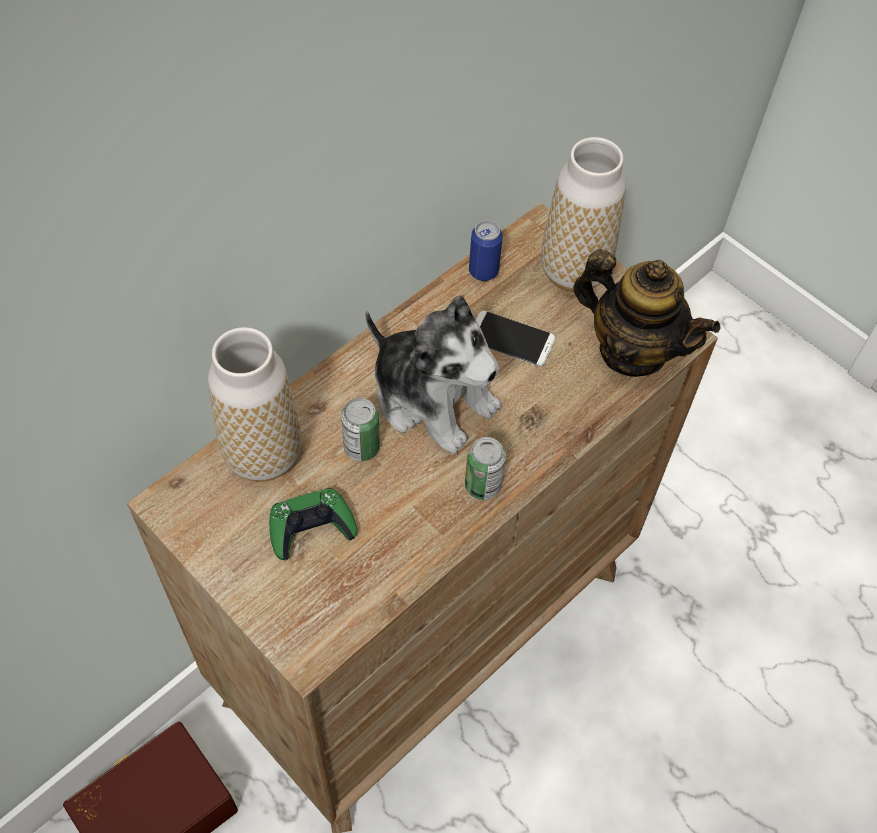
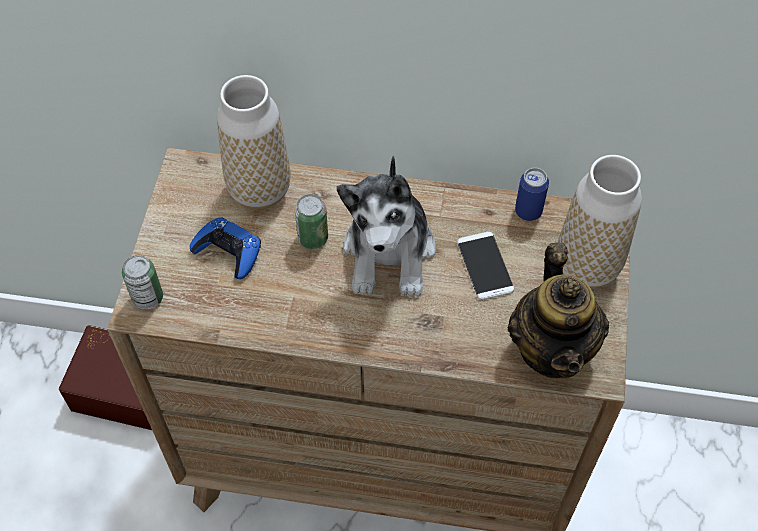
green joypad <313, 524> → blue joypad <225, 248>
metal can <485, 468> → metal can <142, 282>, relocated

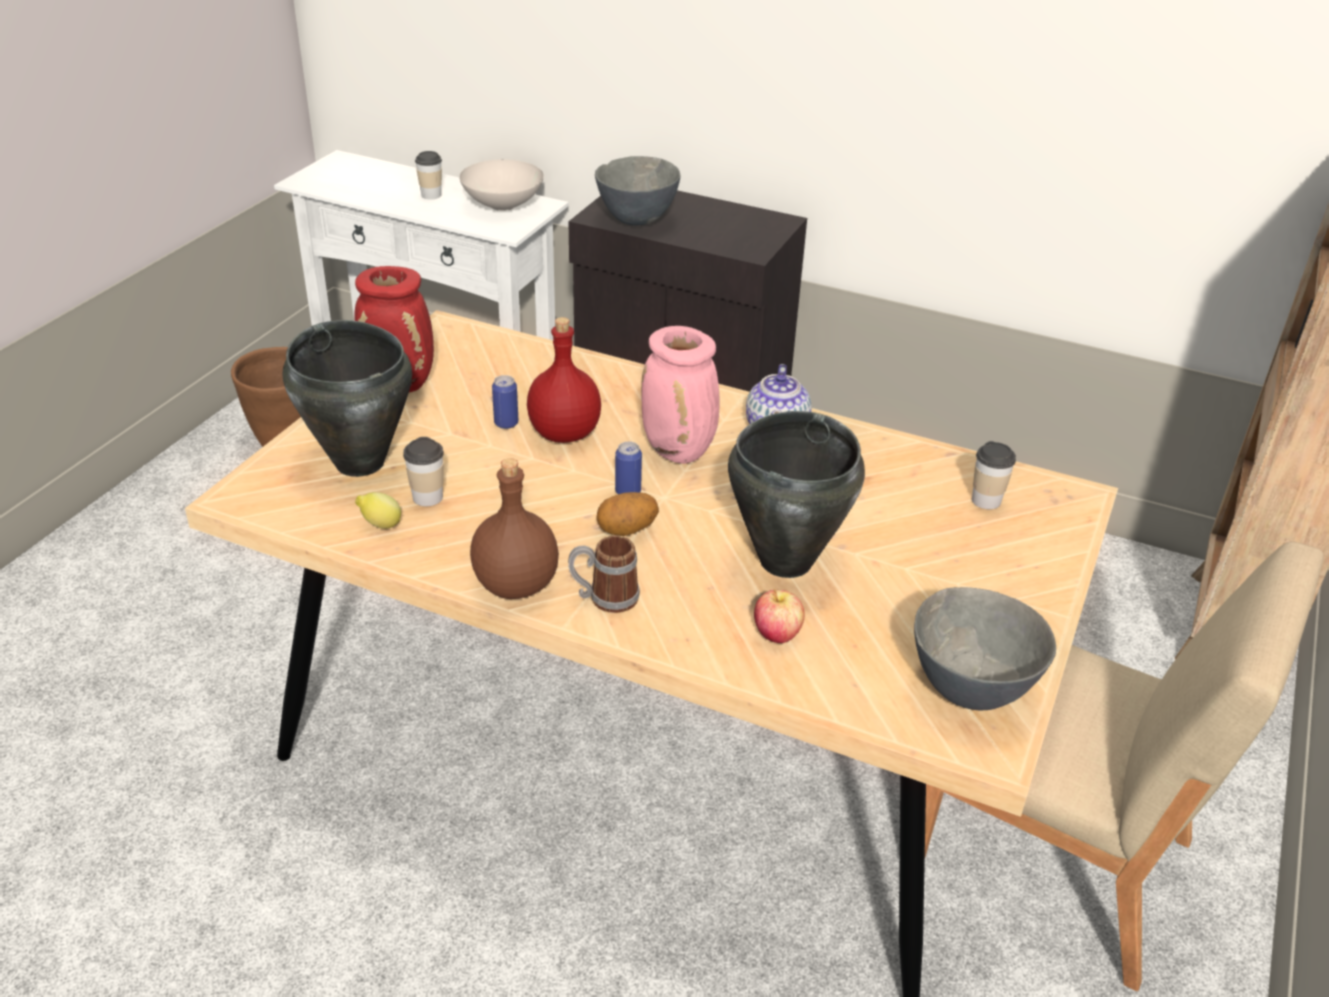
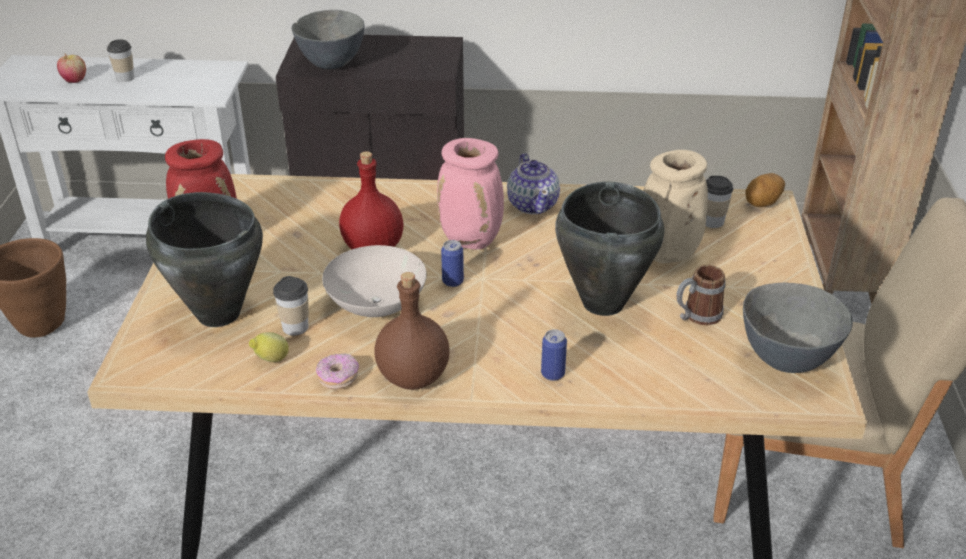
white bowl <501, 185> → white bowl <374, 281>, relocated
metal can <505, 402> → metal can <554, 355>, relocated
mug <604, 574> → mug <701, 295>, relocated
spud <627, 514> → spud <765, 190>, relocated
whole apple <779, 616> → whole apple <71, 68>, relocated
- → doughnut <337, 371>
- → beige flower vase <675, 207>

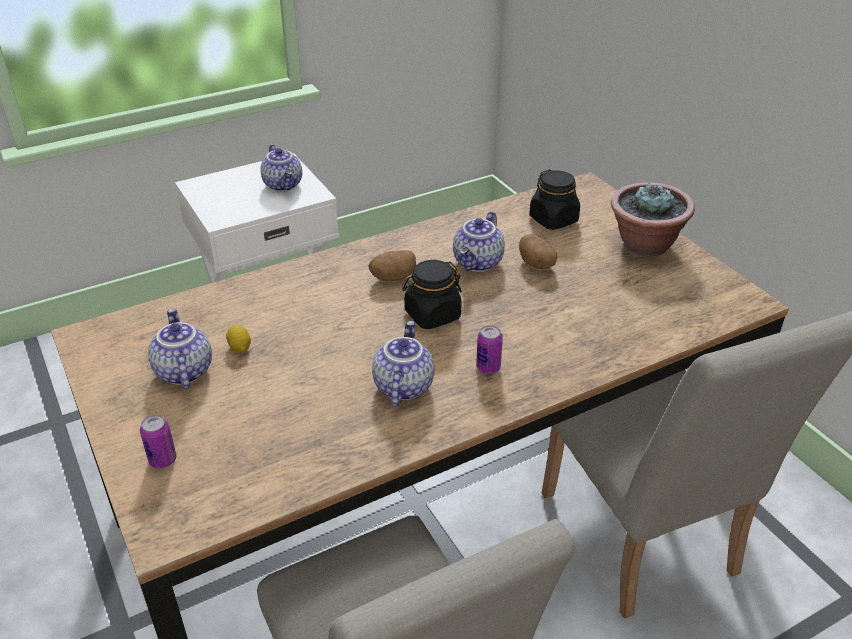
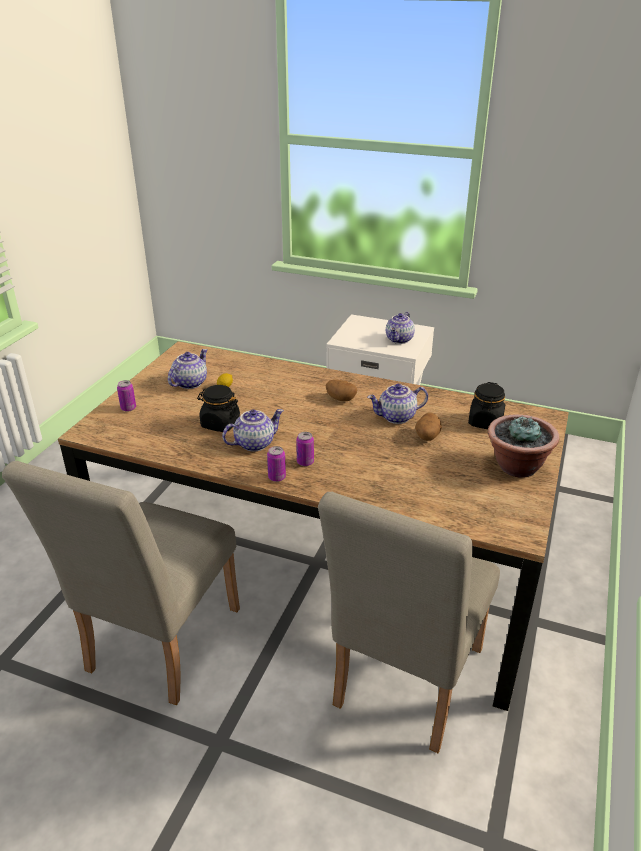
black-coloured storage jar <432, 294> → black-coloured storage jar <218, 408>, relocated
- → metal can <276, 464>

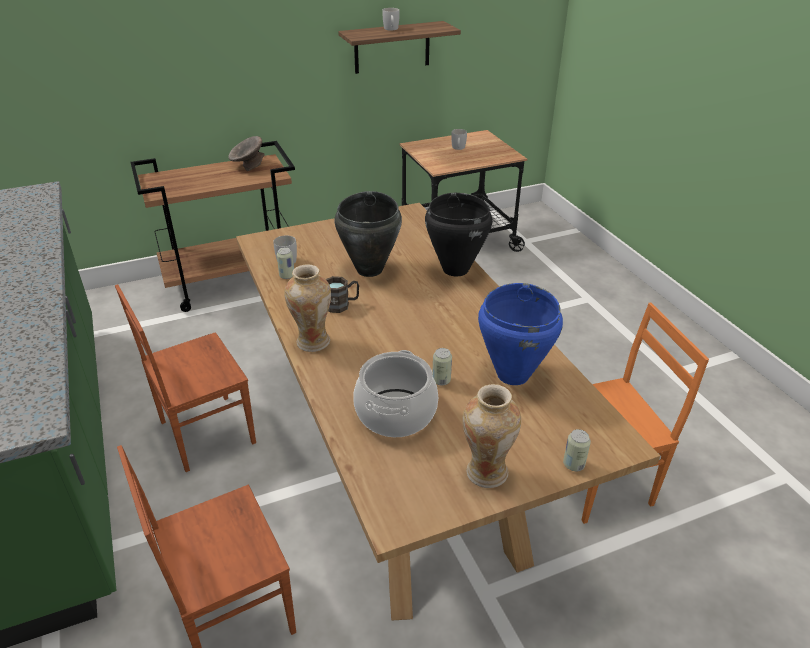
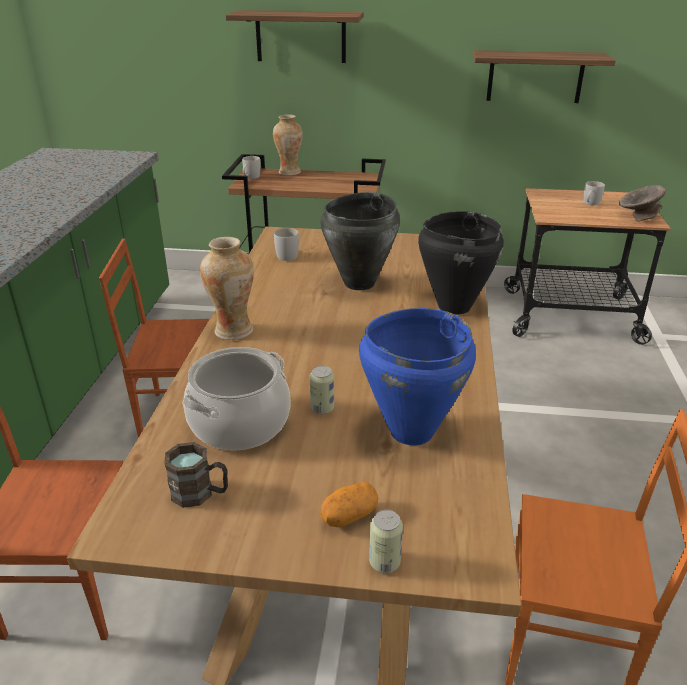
gray bowl <246, 153> → gray bowl <642, 203>, relocated
metal can <285, 263> → -
brownish mug <342, 294> → brownish mug <196, 475>, relocated
white mug <391, 19> → white mug <251, 167>, relocated
flower vase <492, 436> → flower vase <288, 144>, relocated
- → shelf <295, 36>
- → spud <349, 504>

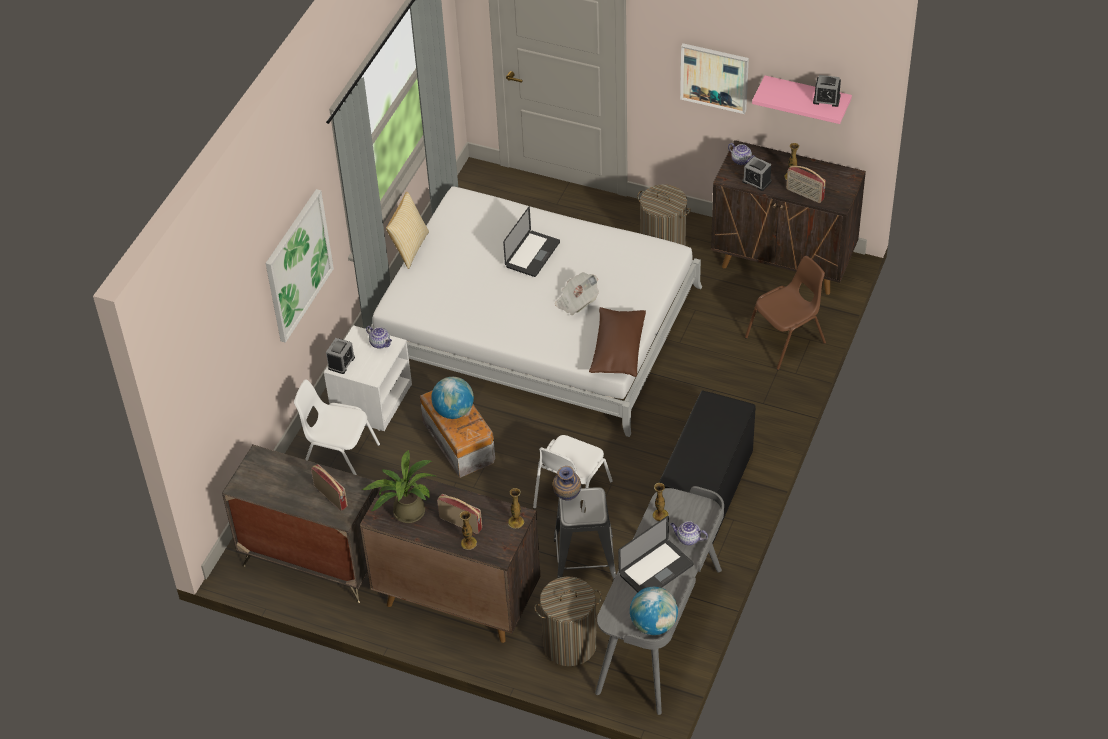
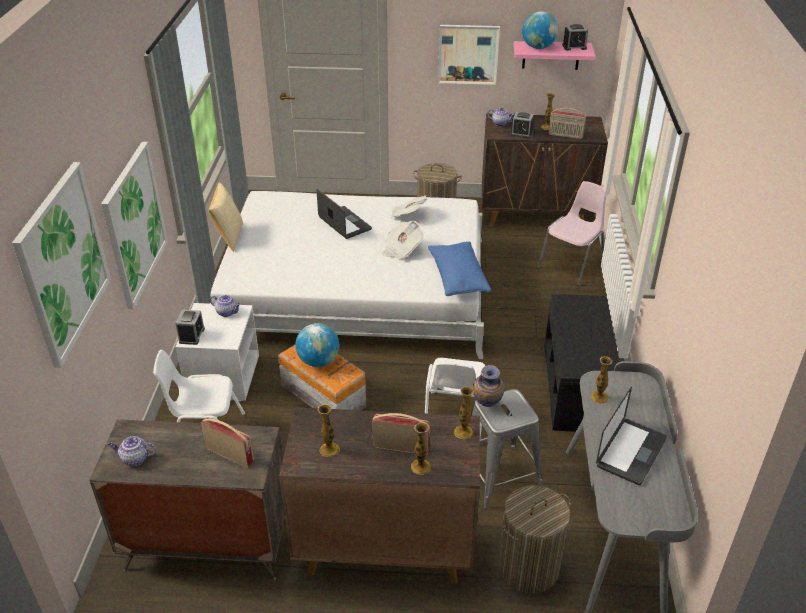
houseplant <398, 486> → flower vase <328, 430>
portable computer <531, 241> → portable computer <344, 214>, 45 degrees counterclockwise
brownish pillow <617, 342> → blue pillow <459, 269>
desk globe <654, 611> → desk globe <540, 30>, relocated
tea pot <689, 533> → tea pot <132, 451>, relocated
brownish chair <785, 313> → pinkish chair <571, 233>
- → wall picture <61, 265>
- → newspaper <409, 207>

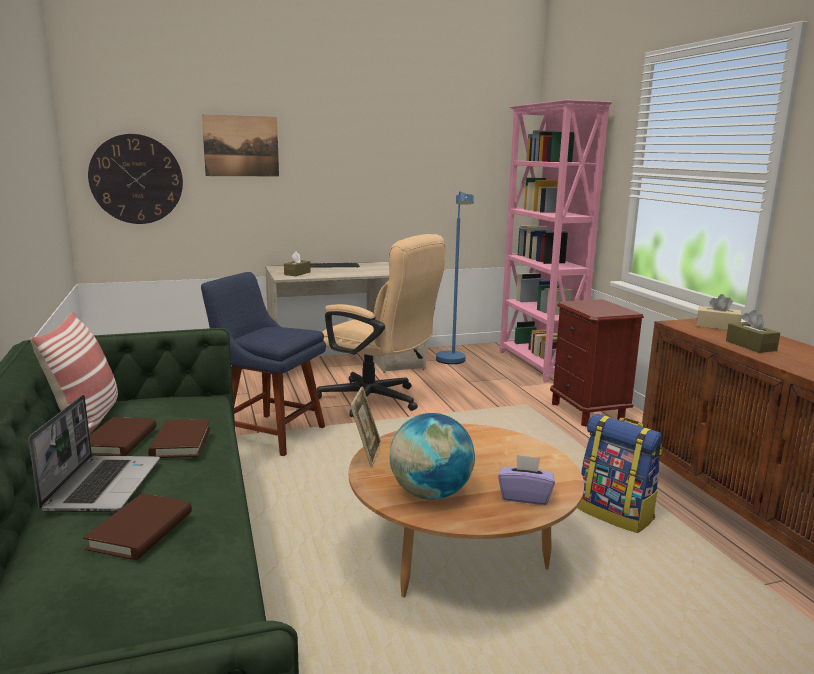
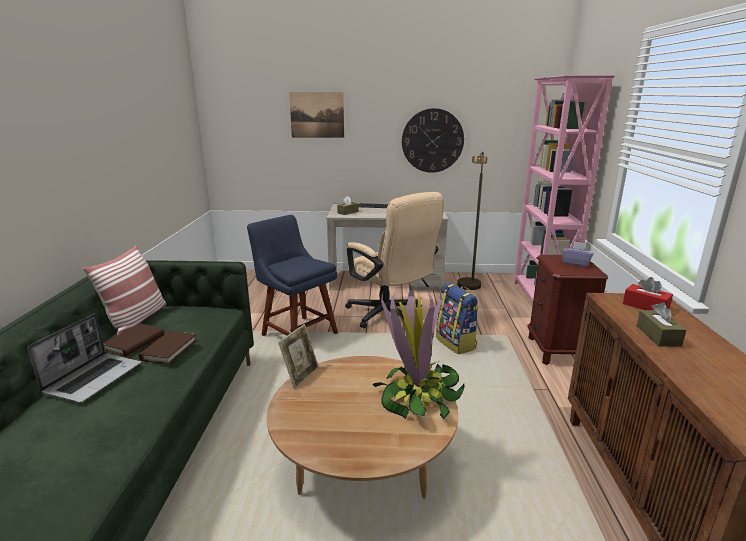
brownish volume <137, 526> → -
wall clock <135, 179> → wall clock <433, 140>, relocated
desk globe <432, 456> → -
blue floor lamp <455, 277> → brownish floor lamp <472, 221>
purple-coloured tissue box <526, 480> → purple-coloured tissue box <578, 254>, relocated
rucksack <620, 473> → rucksack <457, 318>, relocated
beige tissue box <719, 312> → red tissue box <648, 293>
- → houseplant <418, 352>

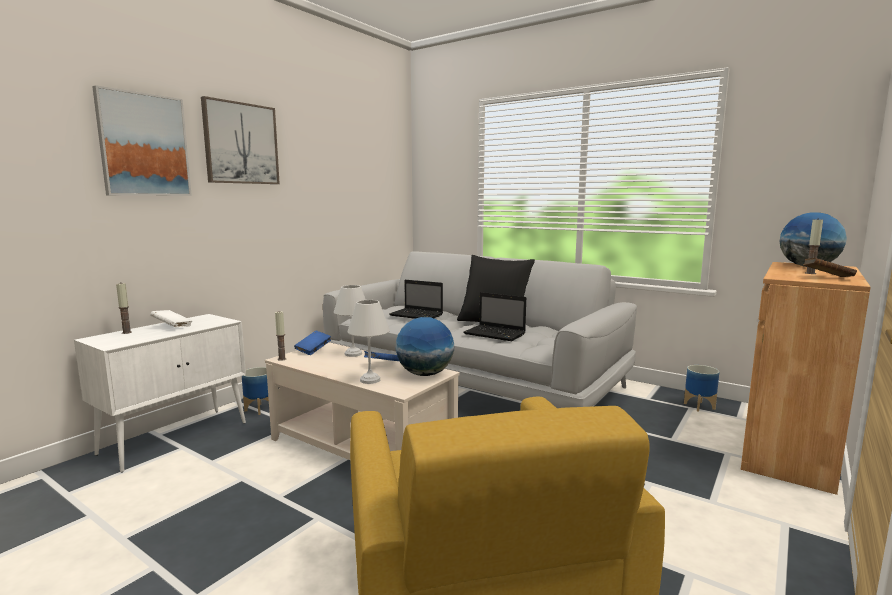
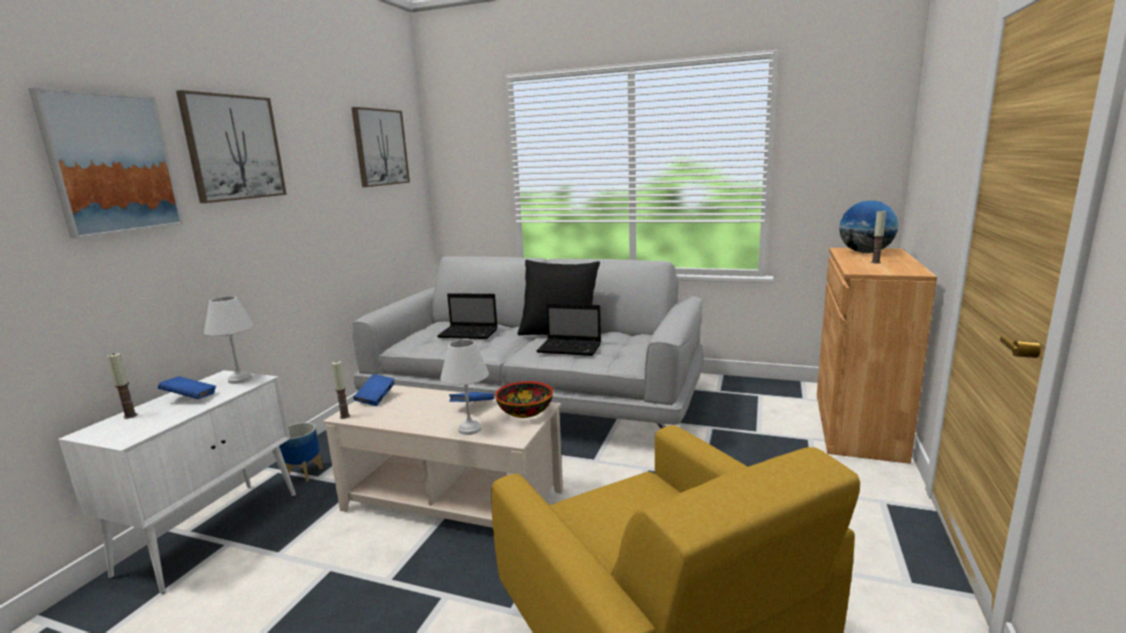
white volume <171, 318> → blue volume <187, 387>
white lamp for a table <350, 321> → white lamp for a table <229, 340>, relocated
desk globe <424, 346> → bowl <524, 399>
flower pot <701, 388> → -
brownish volume <830, 267> → -
- → wall picture <380, 147>

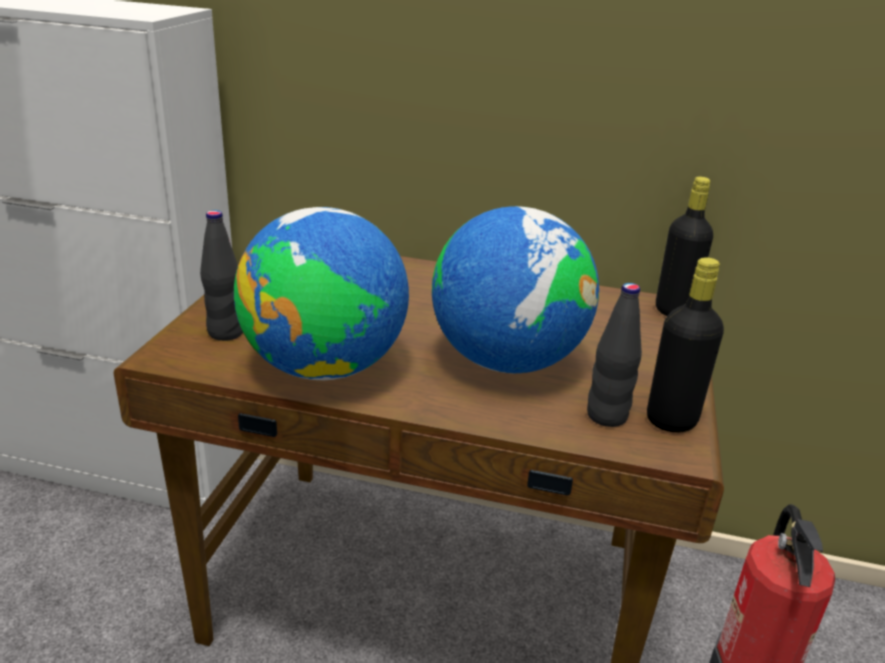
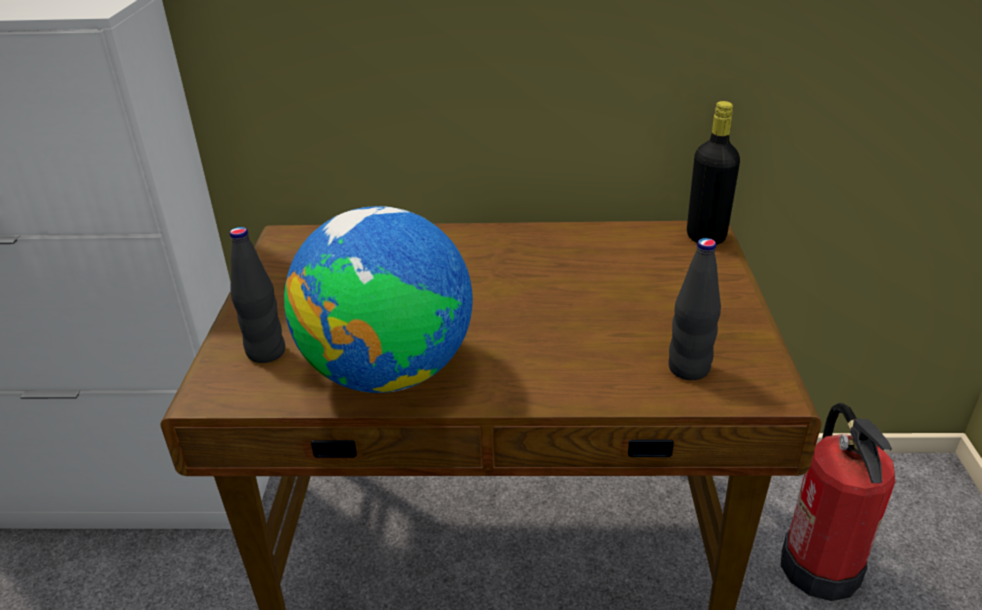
desk globe <515, 289> → -
black-coloured bottle <685, 344> → -

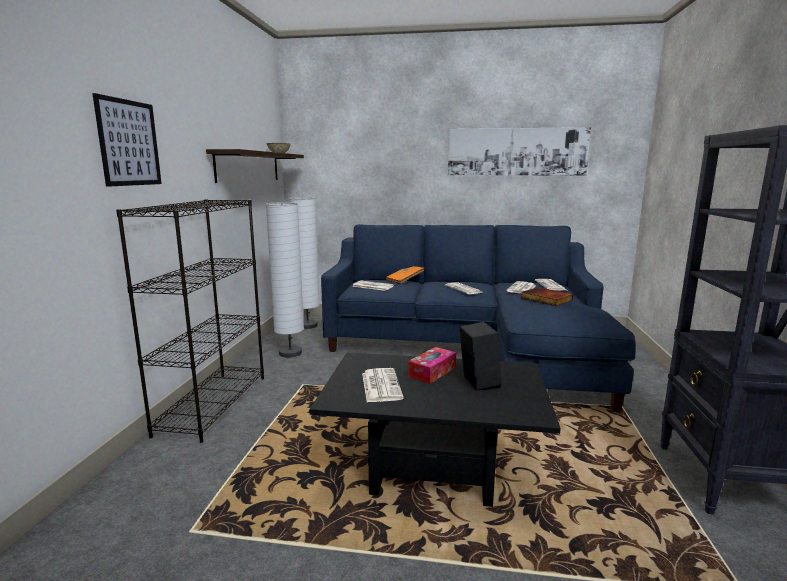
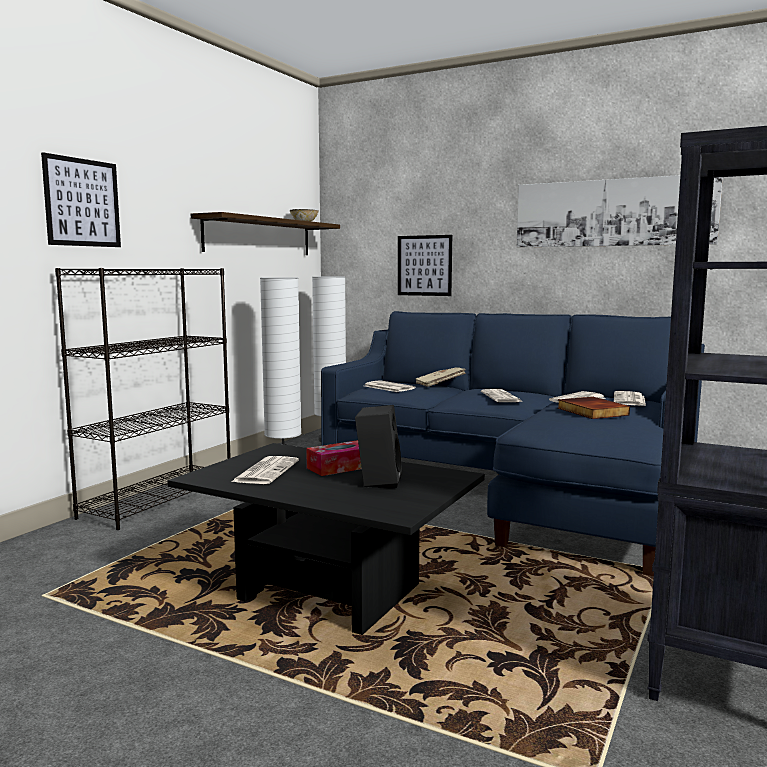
orangey volume <405, 275> → beige volume <441, 377>
- → wall picture <425, 265>

